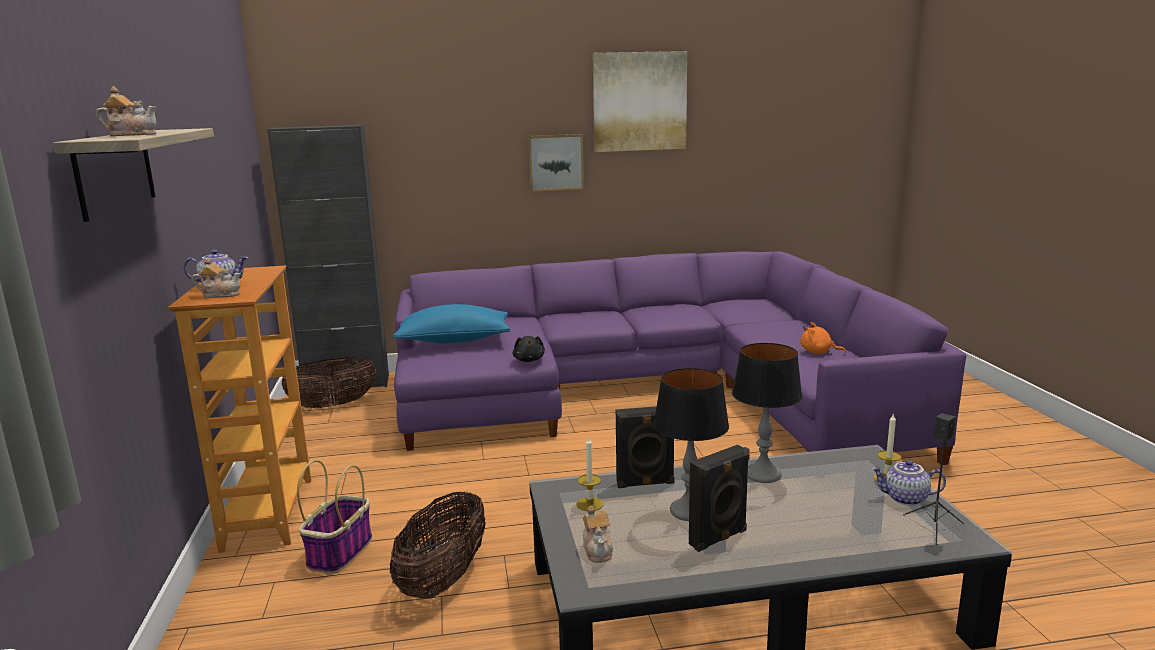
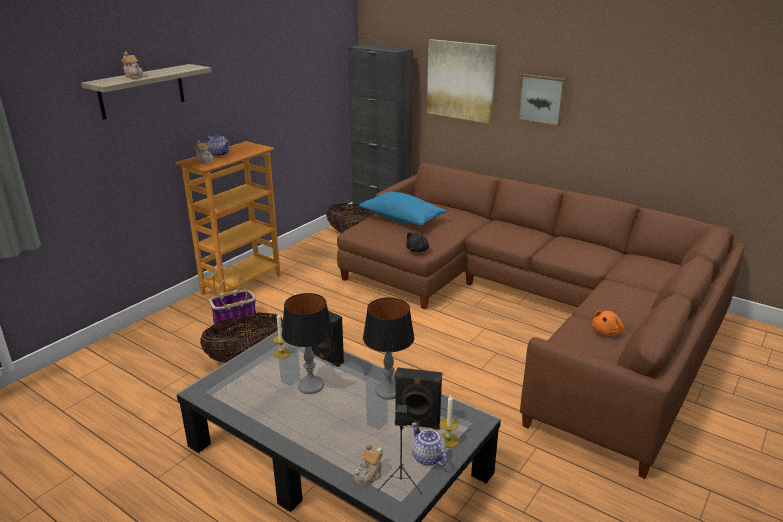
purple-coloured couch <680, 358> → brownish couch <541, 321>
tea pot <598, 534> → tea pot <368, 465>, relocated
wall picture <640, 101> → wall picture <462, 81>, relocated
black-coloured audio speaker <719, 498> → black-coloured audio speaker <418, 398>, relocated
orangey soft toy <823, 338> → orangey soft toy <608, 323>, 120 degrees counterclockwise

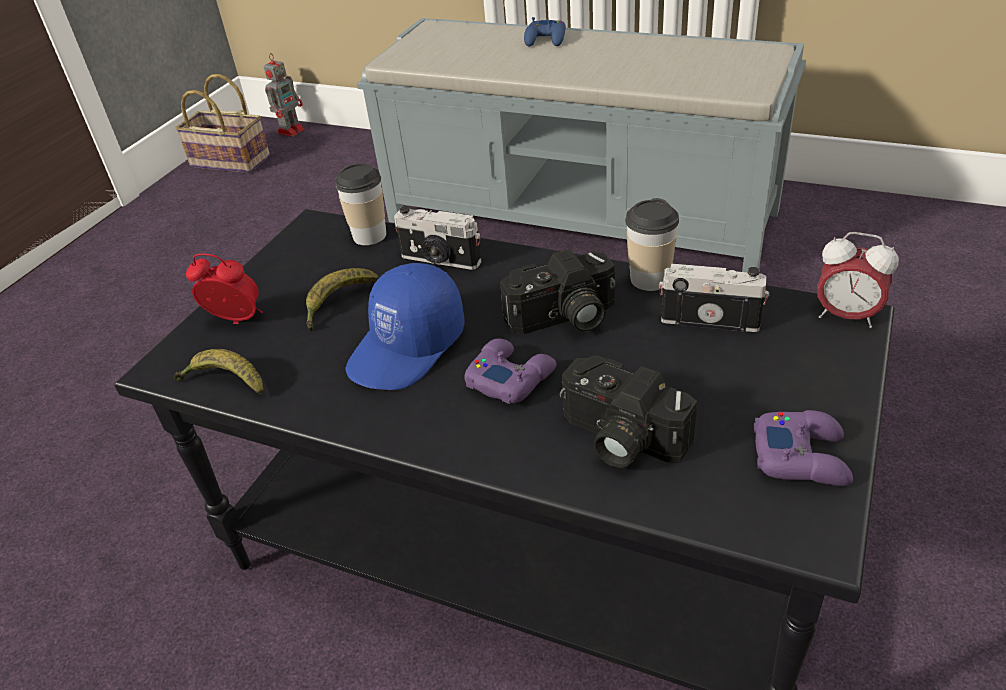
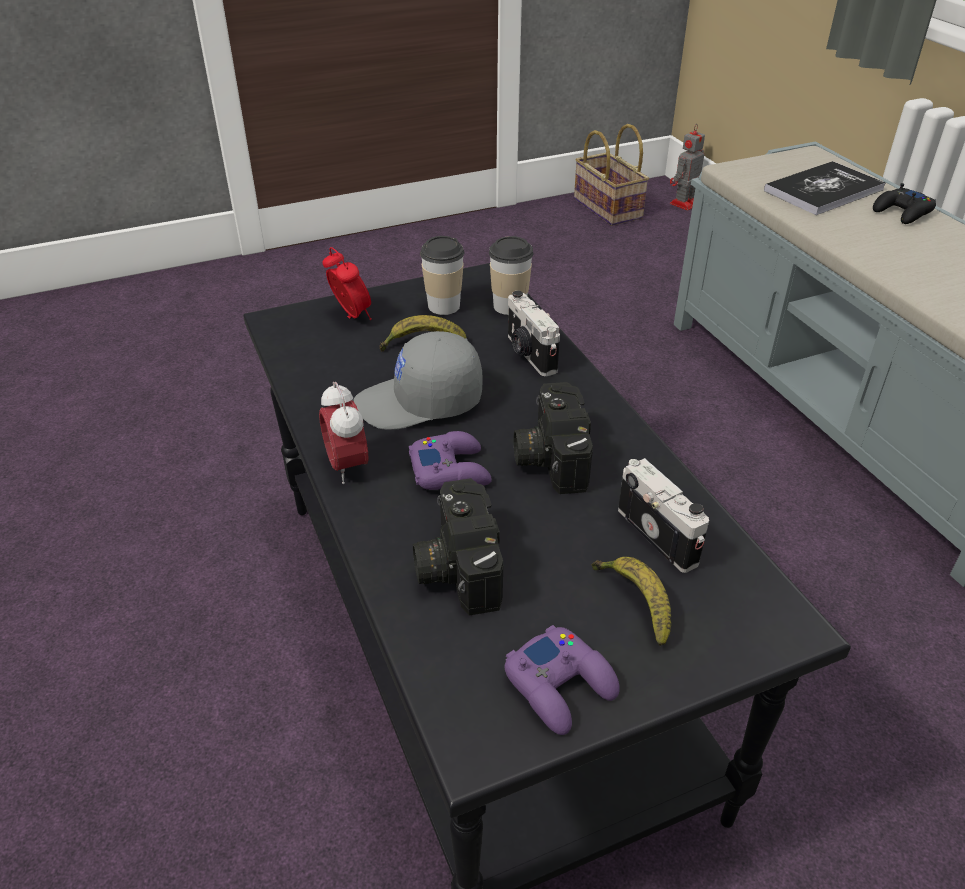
banana <218, 372> → banana <631, 601>, relocated
robot figure <284, 95> → robot figure <687, 168>, 150 degrees clockwise
blue peaked cap <405, 326> → gray peaked cap <418, 380>
still camera <558, 291> → still camera <553, 438>, 60 degrees clockwise
blue joypad <545, 32> → black-coloured joypad <904, 203>
cup <652, 244> → cup <442, 275>, relocated
table clock <858, 280> → table clock <344, 433>, relocated
- → volume <824, 188>

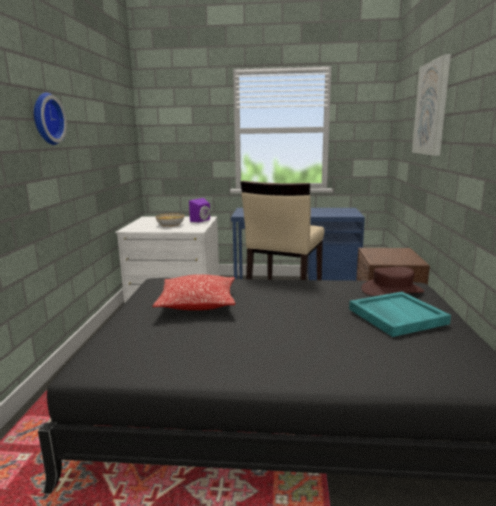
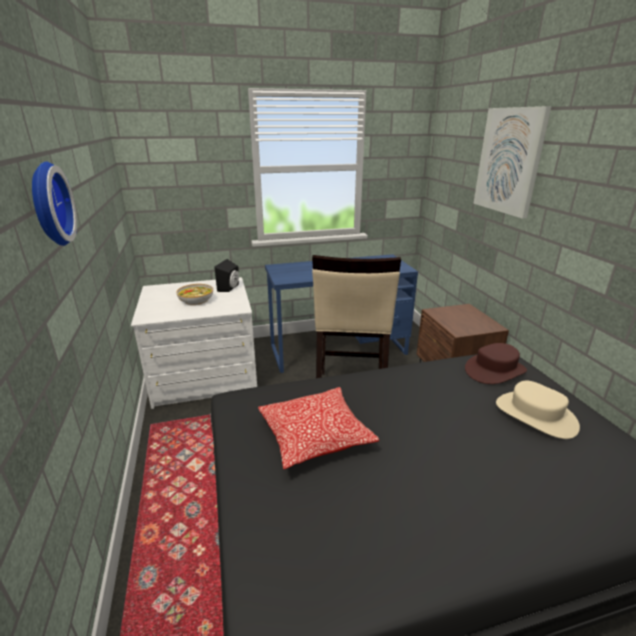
purple-coloured audio speaker <199, 210> → black-coloured audio speaker <226, 275>
blue-green carrying tray <400, 314> → beige hat <538, 410>

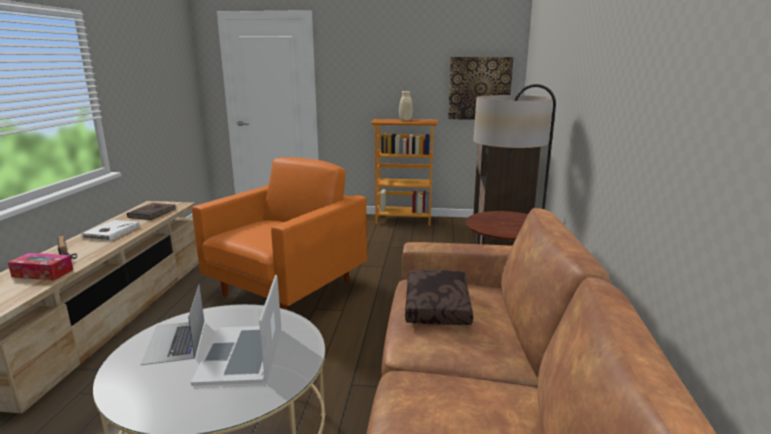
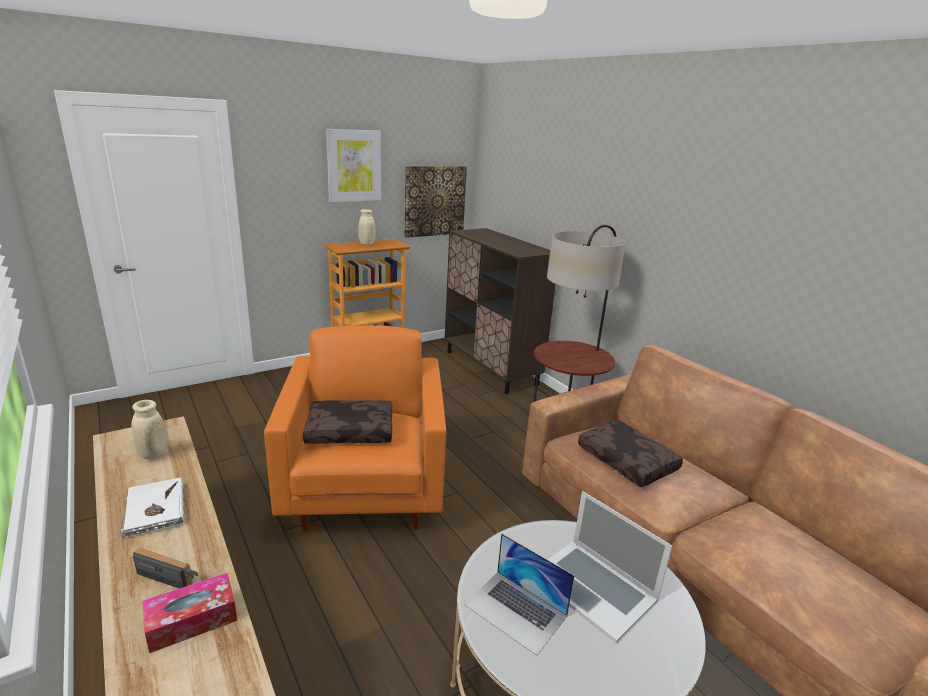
brownish volume <152, 211> → beige flower vase <149, 430>
- → brownish pillow <347, 422>
- → wall picture <353, 165>

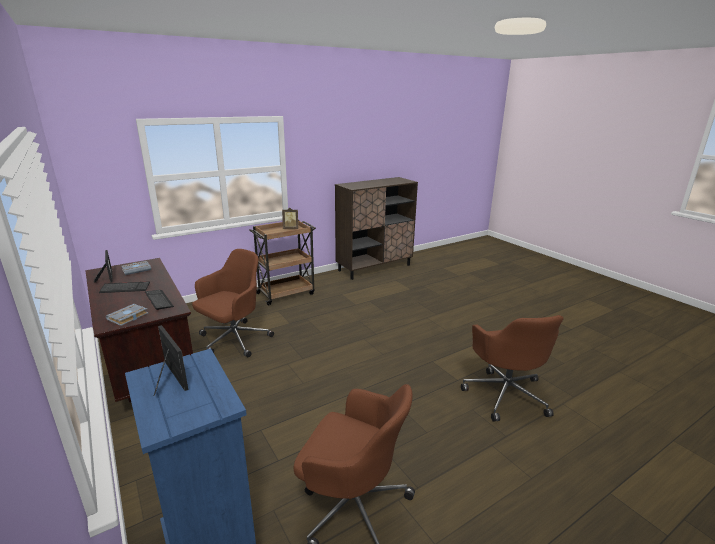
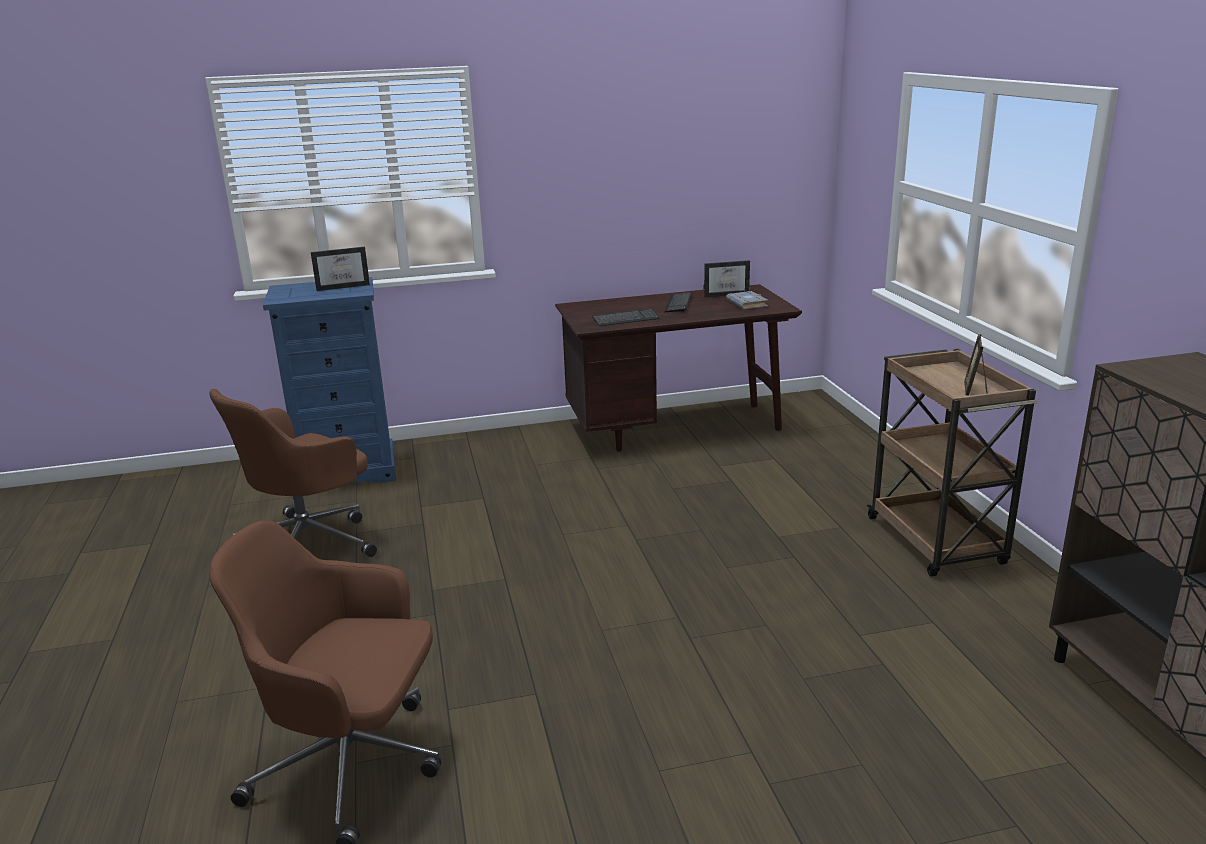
gray volume <127, 315> → -
brownish desk chair <233, 303> → -

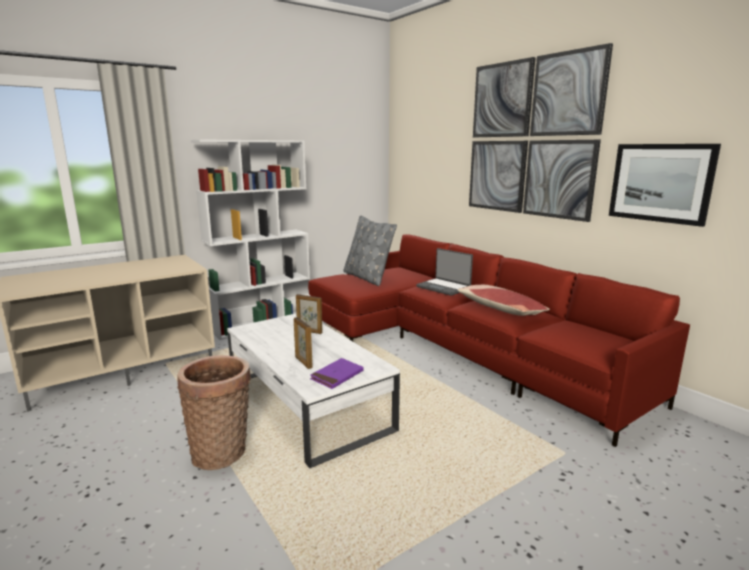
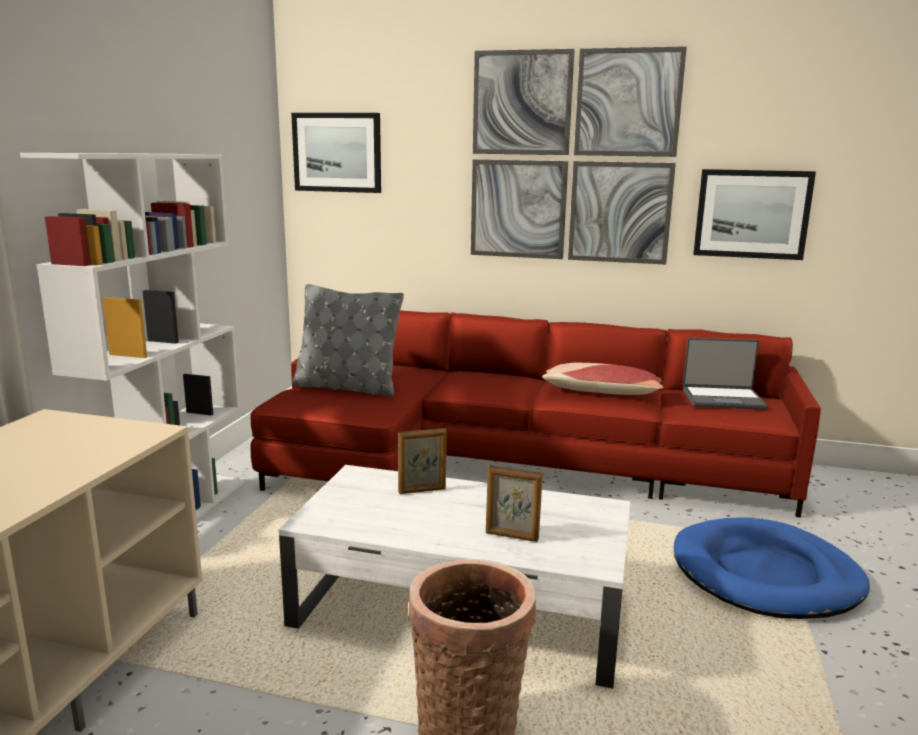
purple-coloured volume <337, 373> → -
portable computer <444, 272> → portable computer <725, 374>, relocated
- → wall picture <336, 153>
- → blue pet bed <772, 568>

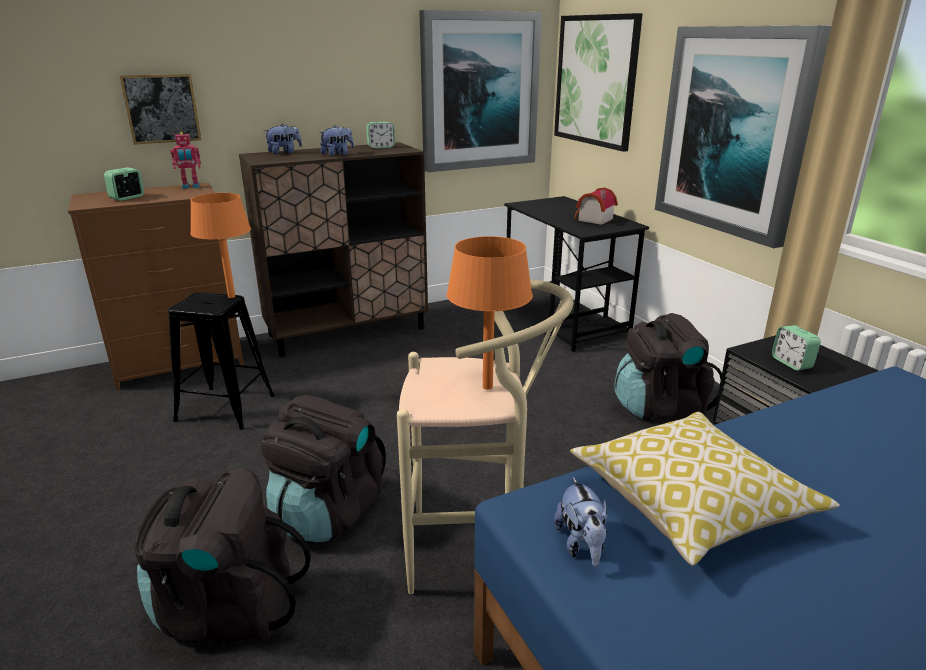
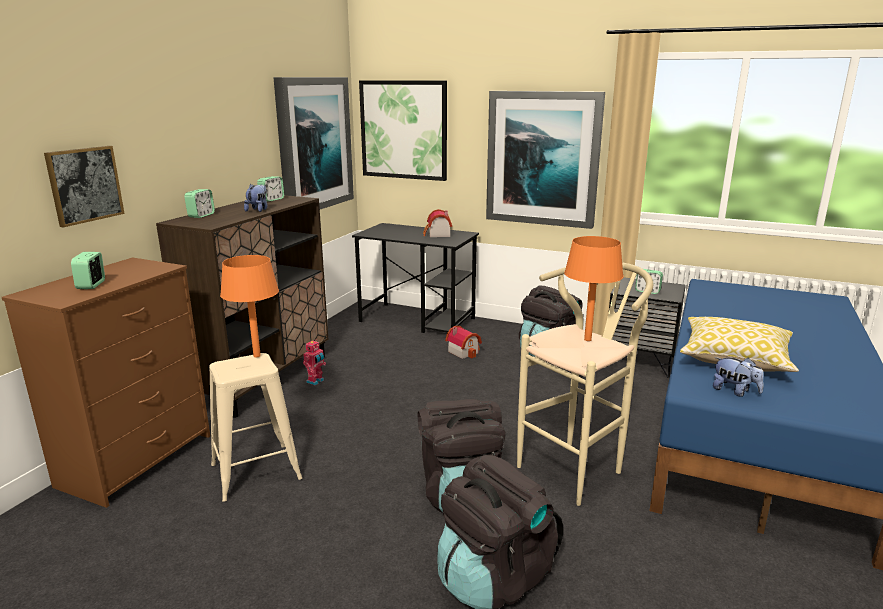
black-coloured stool seat <221, 361> → beige stool seat <255, 427>
robot figure <185, 160> → robot figure <314, 363>, relocated
soft toy <283, 139> → table clock <199, 203>
- → miniature house <463, 342>

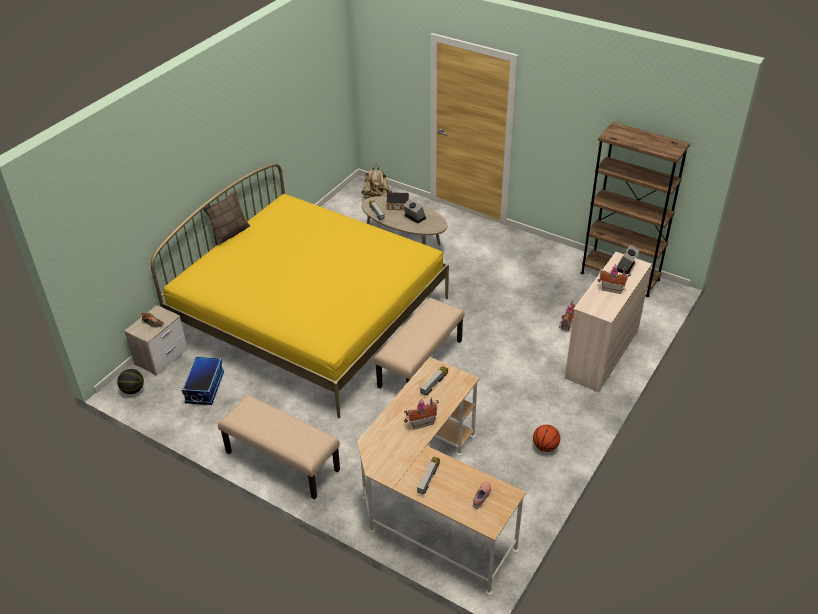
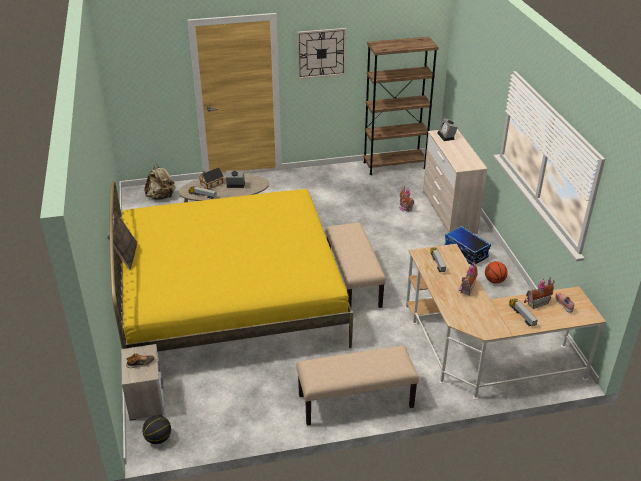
storage box <203, 380> → storage box <468, 245>, relocated
miniature house <614, 279> → miniature house <539, 293>, relocated
- → wall clock <321, 53>

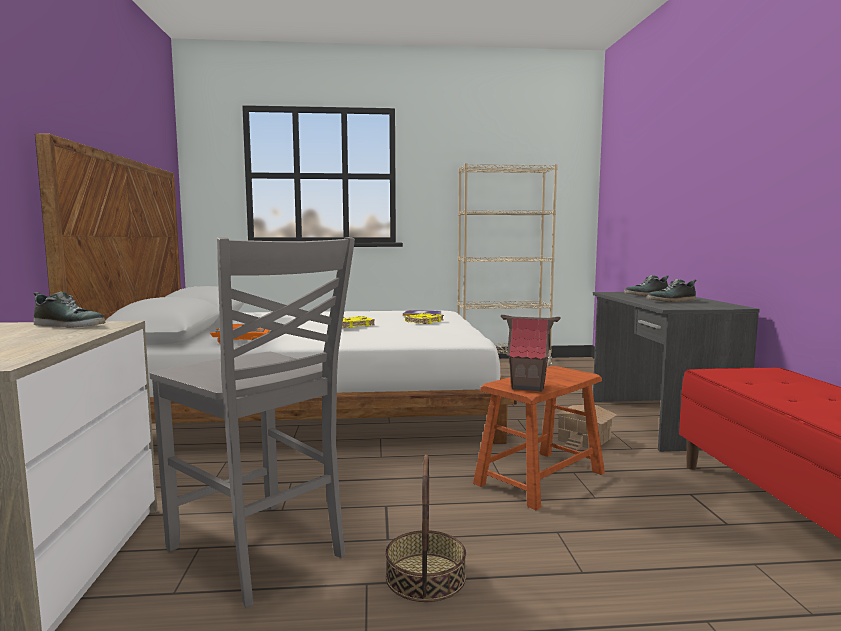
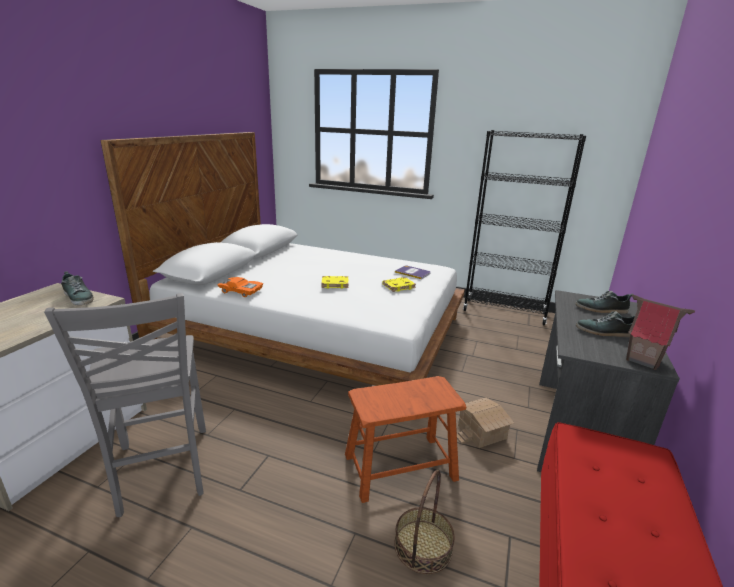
storage basket <425, 528> → storage basket <424, 522>, relocated
beige bookshelf <507, 264> → black-coloured bookshelf <524, 227>
miniature house <531, 353> → miniature house <660, 332>, relocated

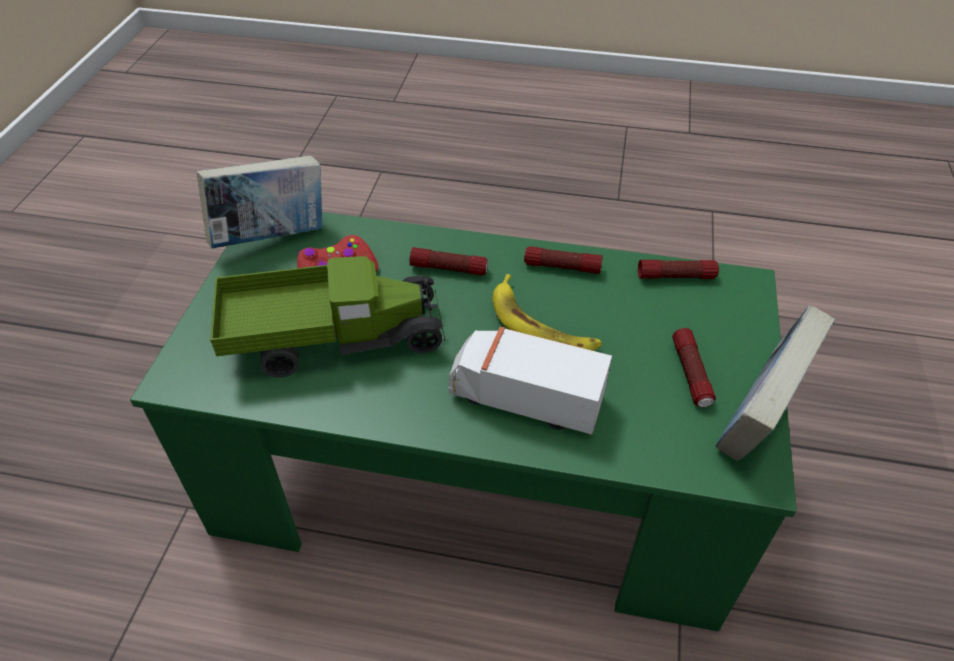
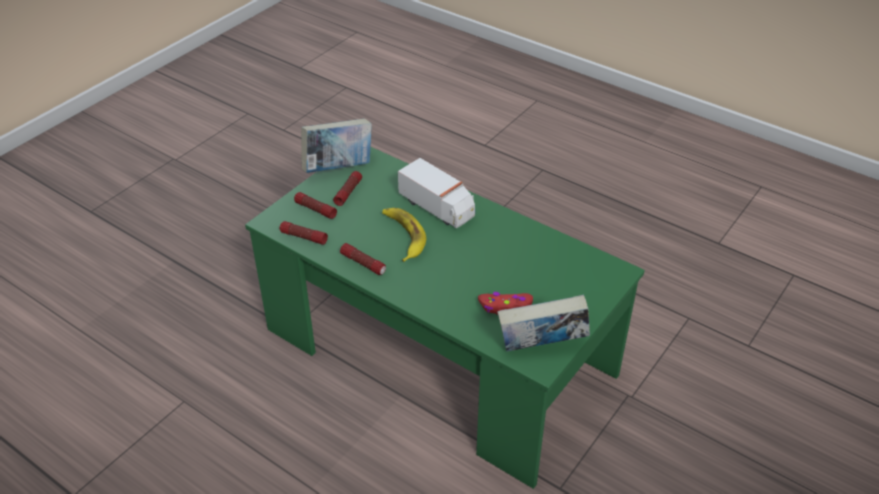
model truck <327, 314> → -
flashlight <449, 261> → flashlight <315, 205>, relocated

